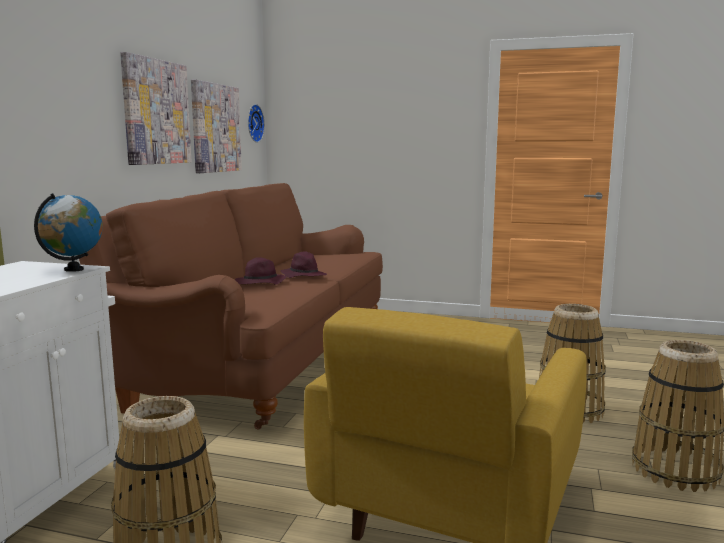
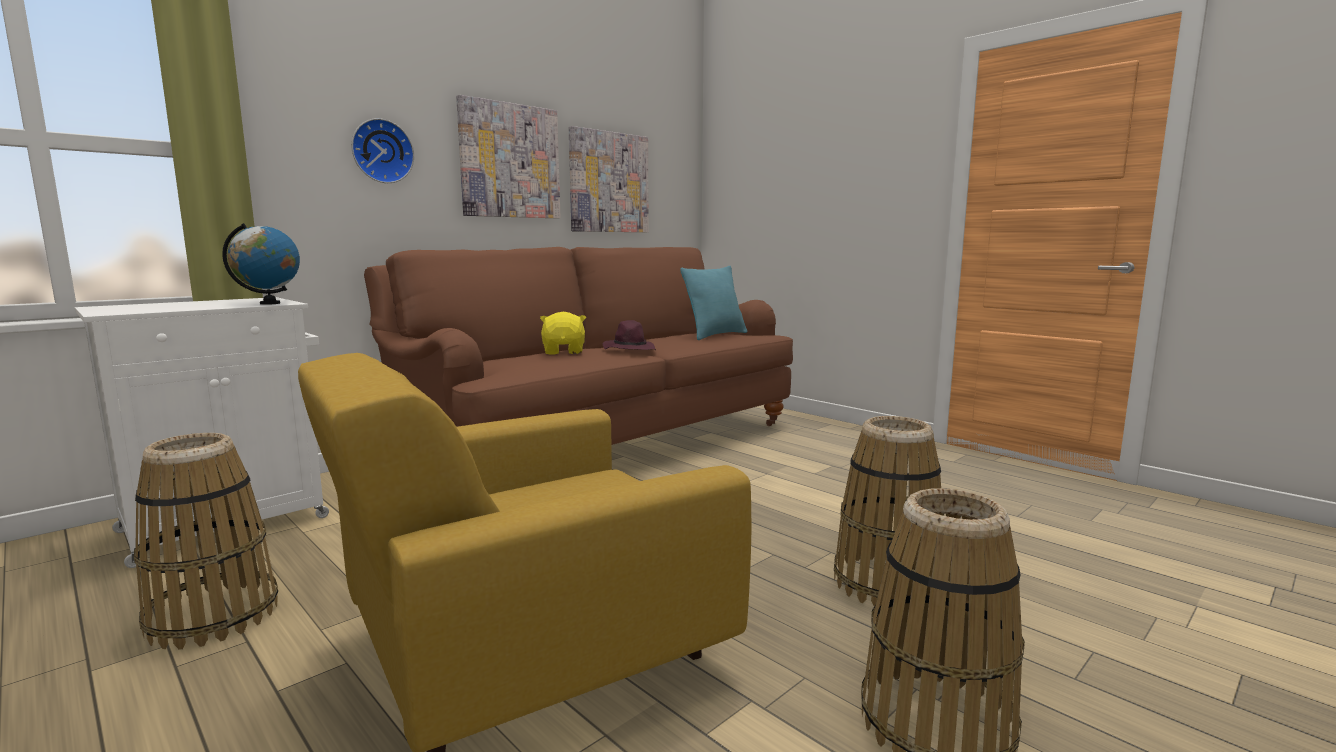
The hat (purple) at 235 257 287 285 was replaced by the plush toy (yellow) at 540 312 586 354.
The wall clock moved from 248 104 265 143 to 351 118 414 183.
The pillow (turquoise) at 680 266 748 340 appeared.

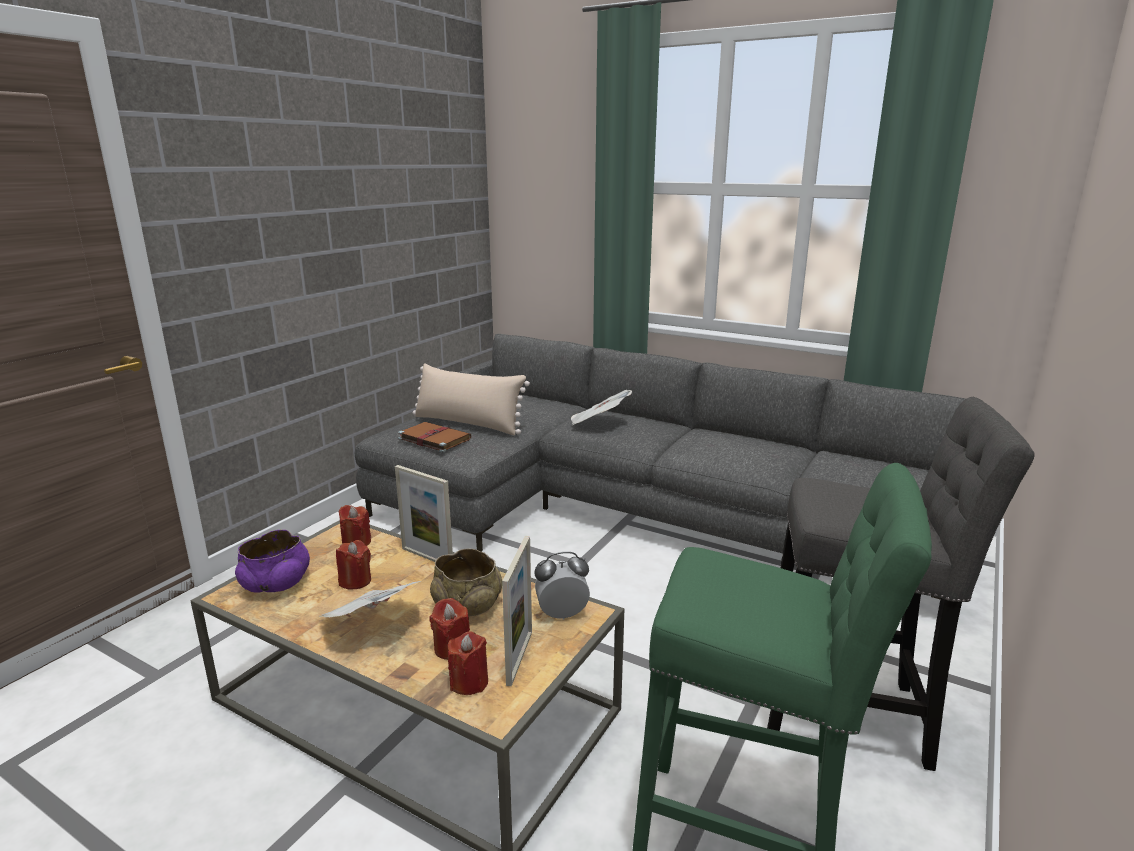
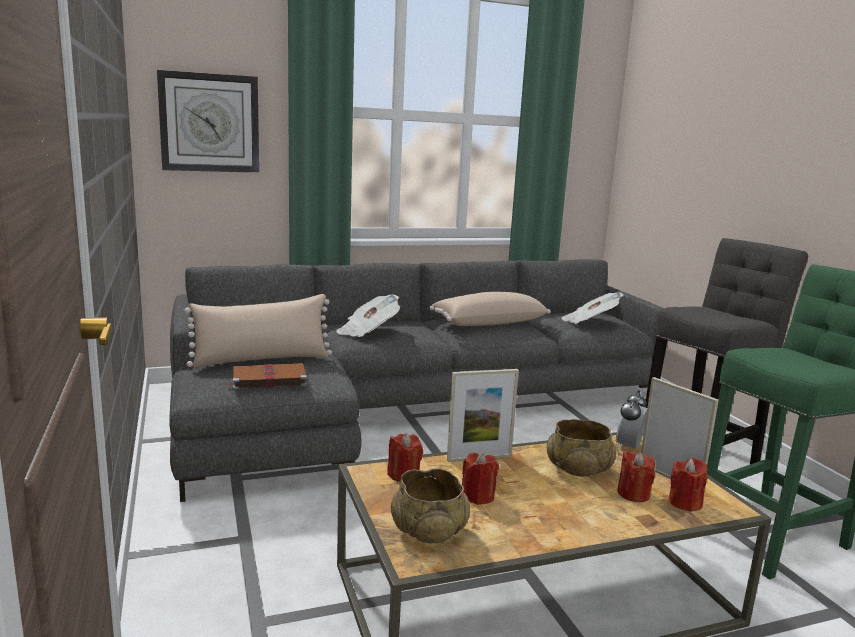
The bowl (purple) at 235 529 310 593 became the bowl (beige) at 391 468 470 543.
The newspaper moved from 319 581 421 617 to 561 292 624 324.
The wall clock at 157 70 259 173 appeared.
The pillow (beige) at 430 292 551 326 appeared.

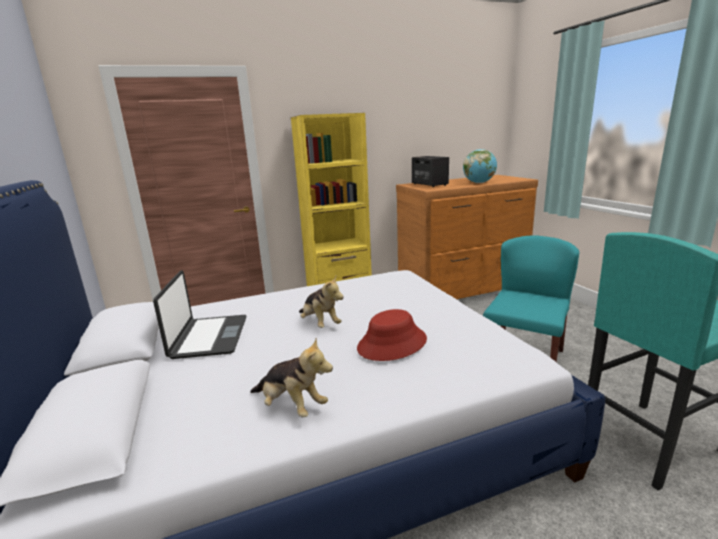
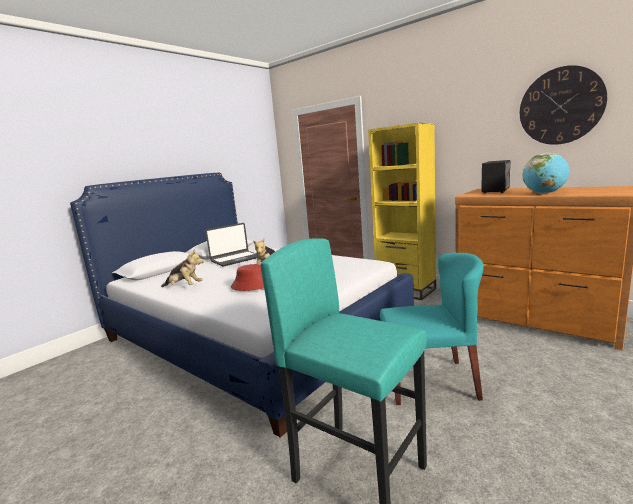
The plush toy at 250 338 333 418 turned 75 degrees counterclockwise.
The wall clock at 520 65 607 145 appeared.

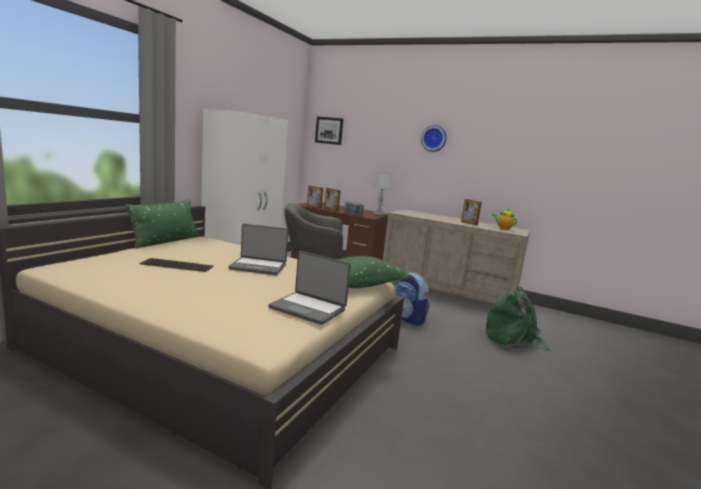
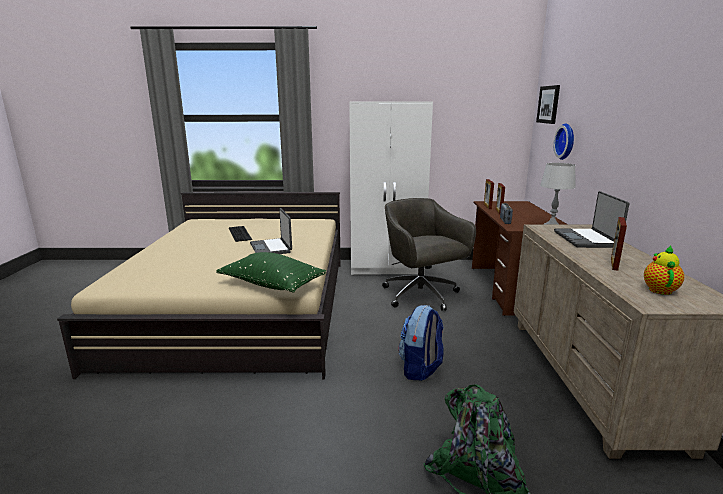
The pillow (green) at 125 199 199 249 disappeared.
The laptop moved from 268 251 351 325 to 554 191 629 248.
The wall clock moved from 421 125 447 152 to 553 123 574 160.

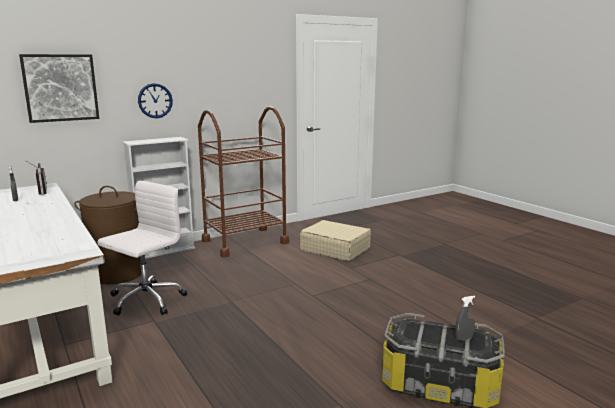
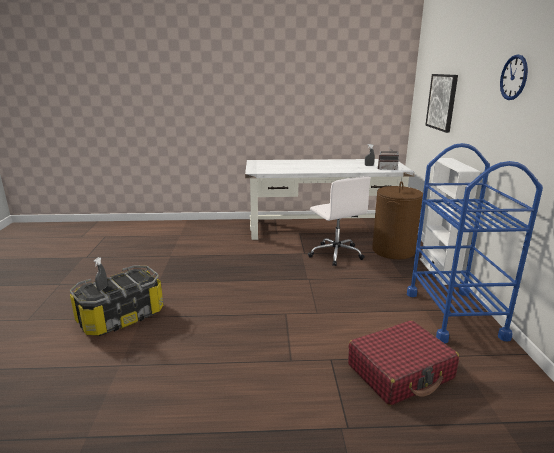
The wall clock moved from 138 83 173 118 to 500 55 528 100.
The cart (brown) at 198 107 289 258 became the cart (blue) at 407 143 543 343.
The suitcase (beige) at 300 220 371 261 became the suitcase (red) at 348 320 459 406.

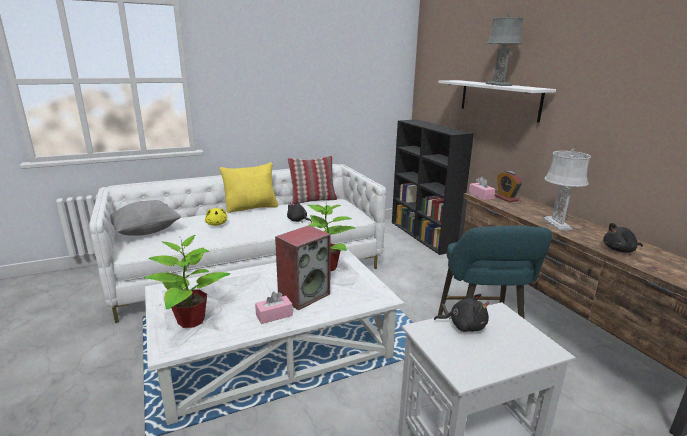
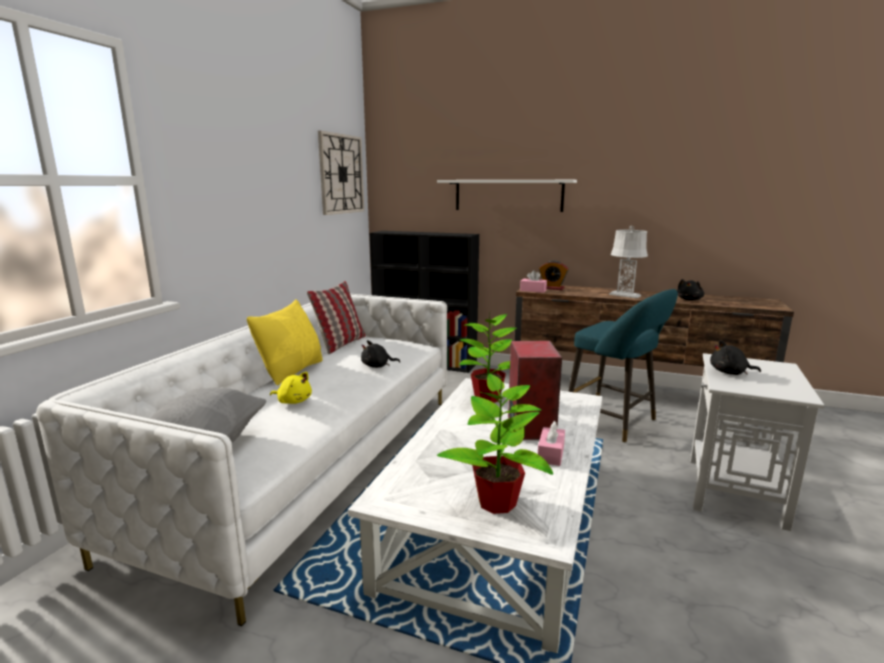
The plush toy (black) at 434 294 489 332 turned 135 degrees counterclockwise.
The table lamp (grey) at 486 13 523 86 disappeared.
The wall clock at 318 131 364 215 appeared.

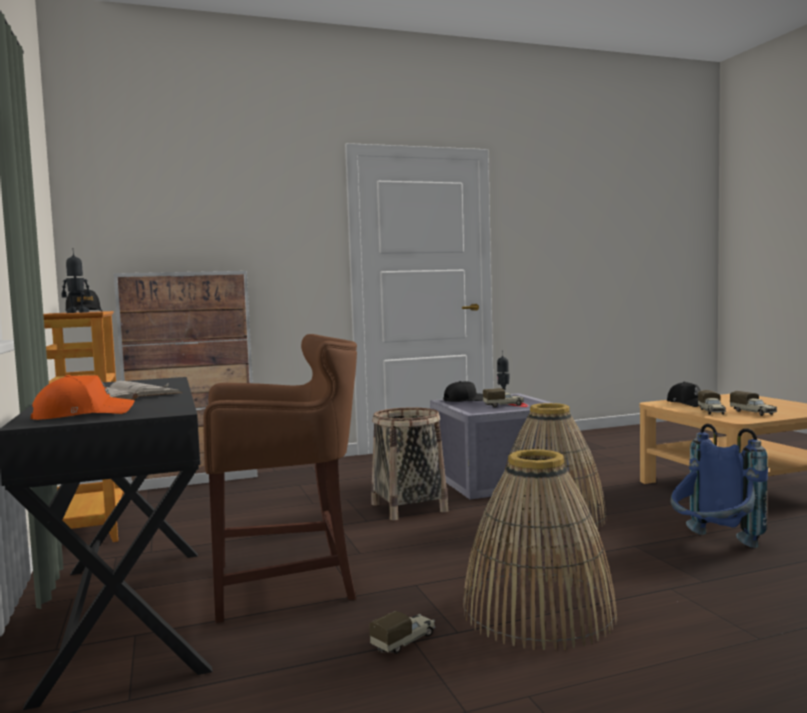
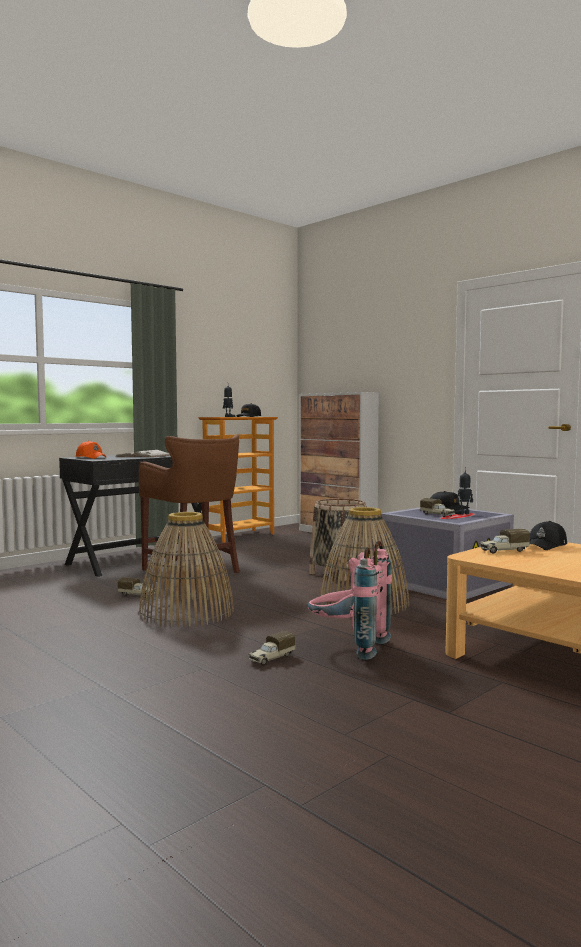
The backpack (blue) at 670 424 768 548 became the backpack (pink) at 307 541 392 660.
The toy truck moved from 730 391 777 416 to 248 631 296 665.

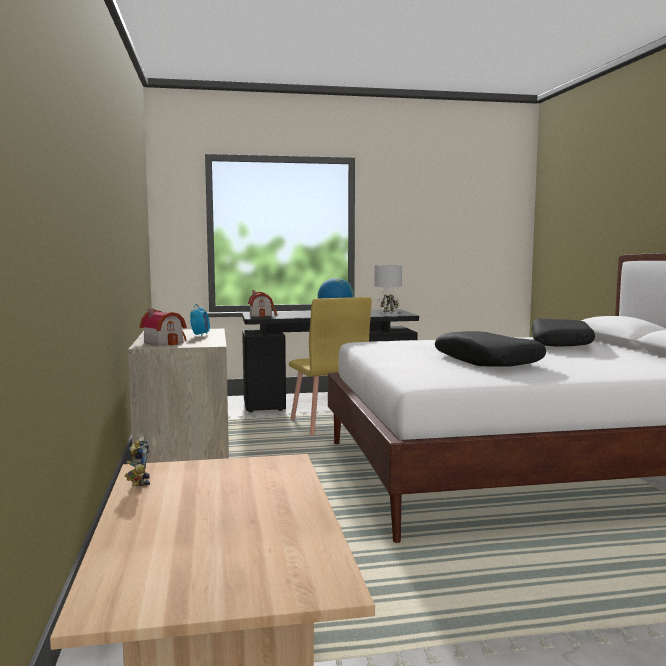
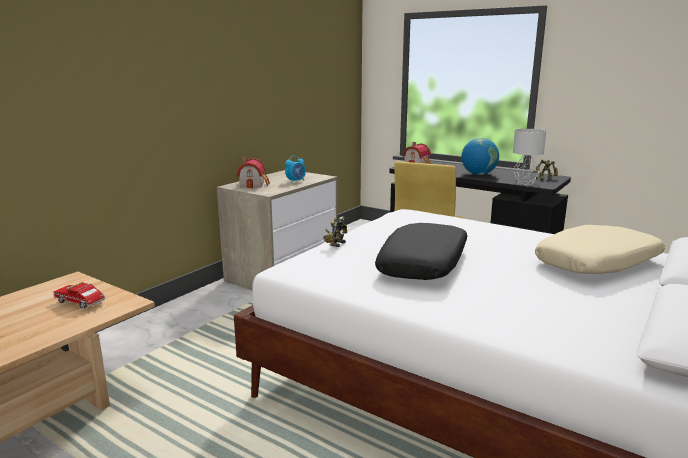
The toy robot moved from 125 437 150 486 to 323 216 347 247.
The pillow (black) at 532 318 595 346 became the pillow (beige) at 535 225 665 274.
The toy truck at 53 282 105 309 appeared.

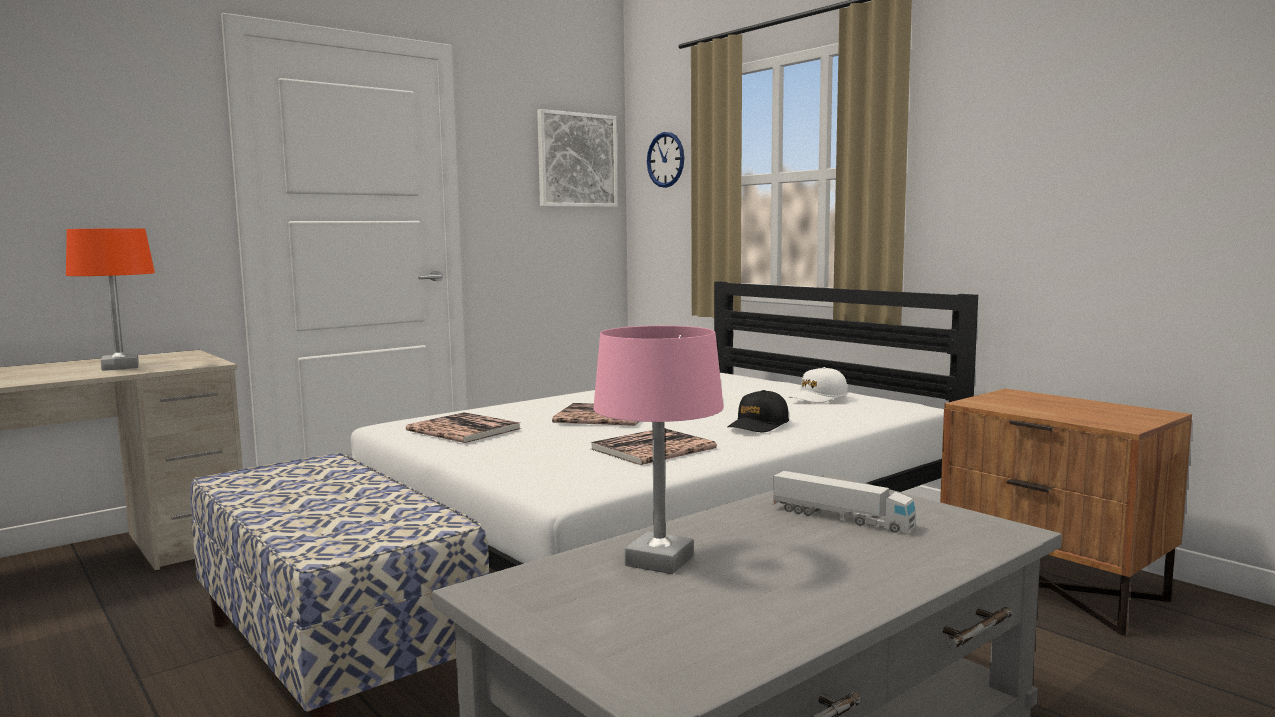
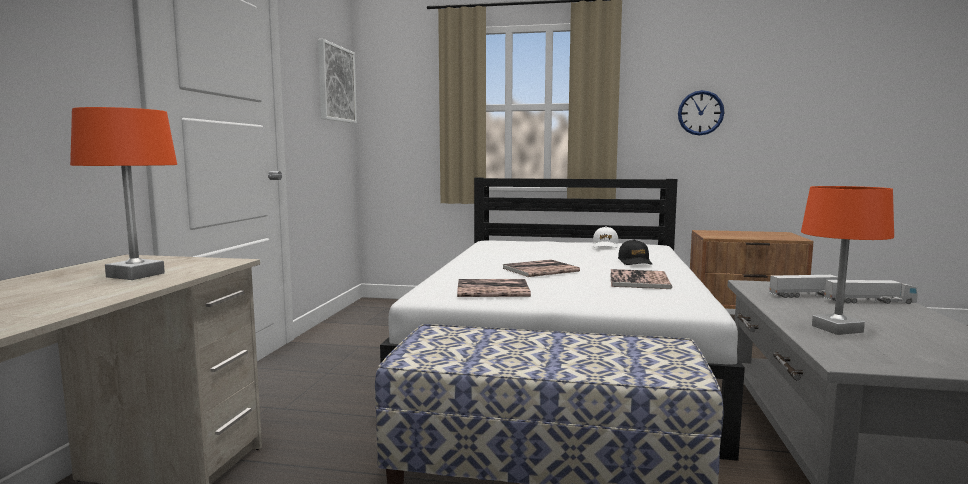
The table lamp (pink) at 593 326 724 574 became the table lamp (orange) at 801 186 894 335.
The wall clock moved from 647 132 684 188 to 678 90 724 135.
The toy truck at 824 280 917 304 appeared.

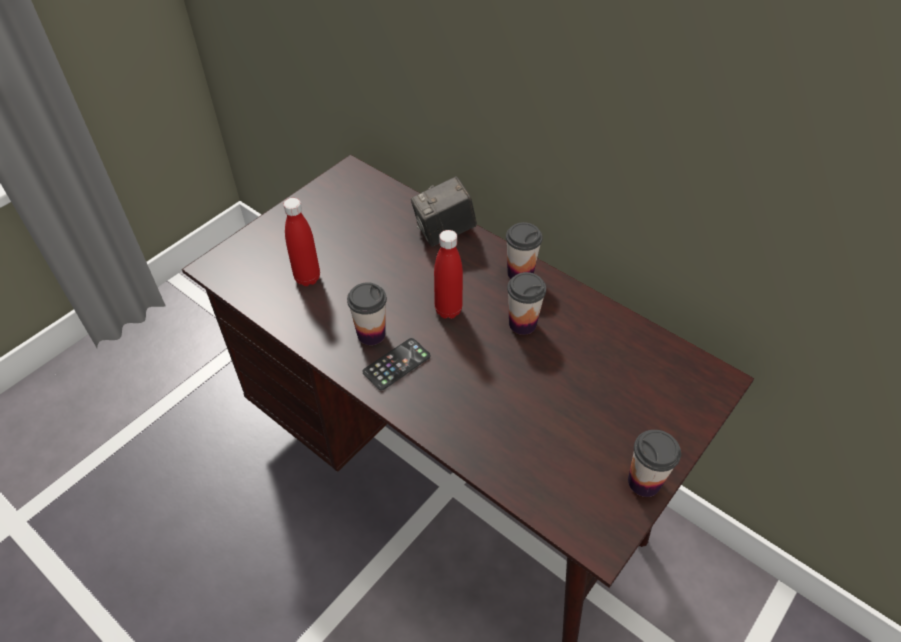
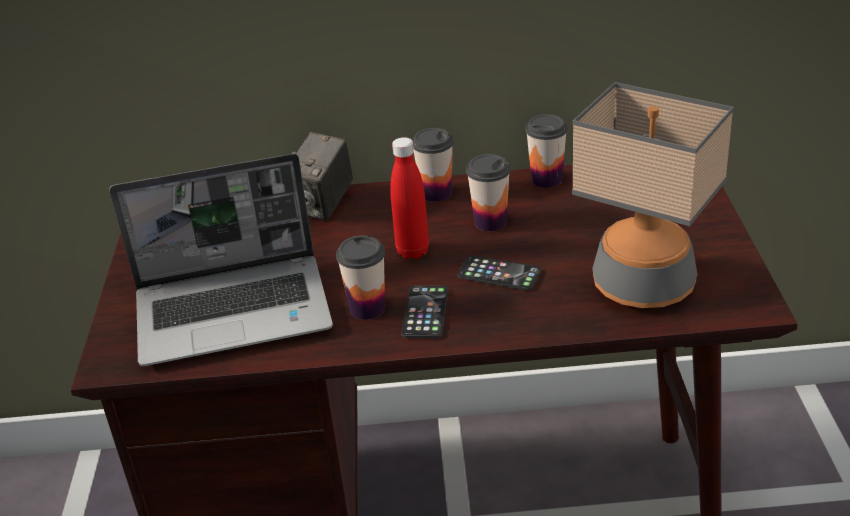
The bottle (red) at 283 198 320 286 was replaced by the laptop at 109 153 333 366.
The cup moved from 628 430 681 497 to 525 114 568 188.
The phone at 457 255 541 290 appeared.
The table lamp at 572 82 734 308 appeared.

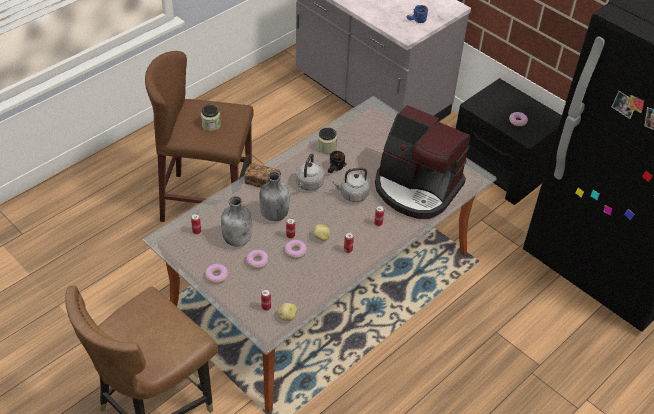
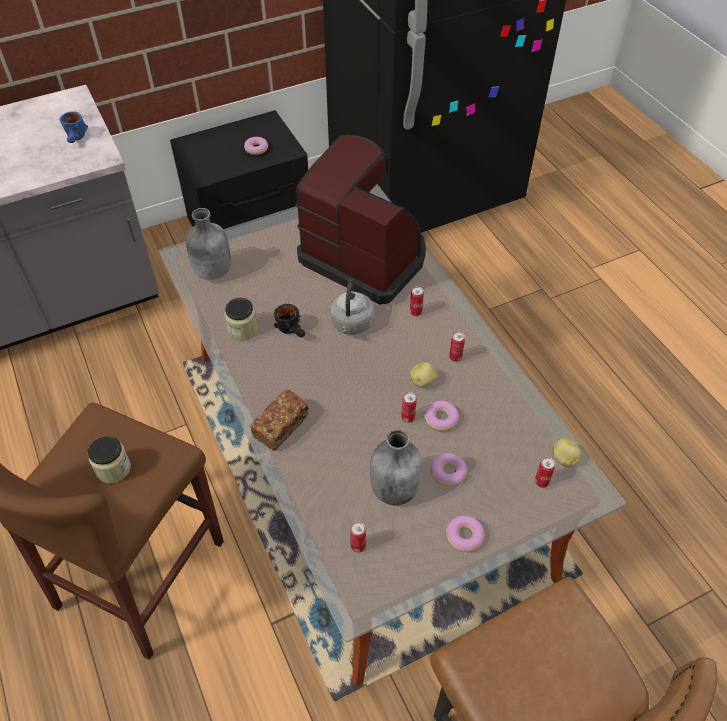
The bottle (grey) moved from 259 172 289 221 to 186 208 231 280.
The kettle (grey) at 295 153 324 191 disappeared.
The coffee machine at 375 105 470 219 turned 105 degrees counterclockwise.

